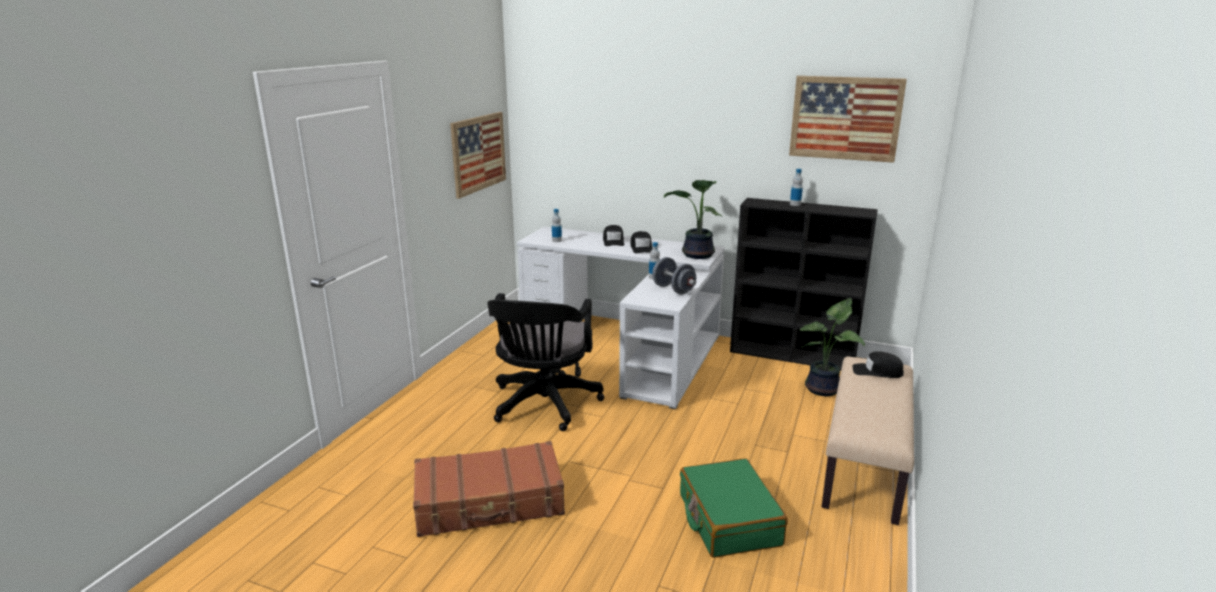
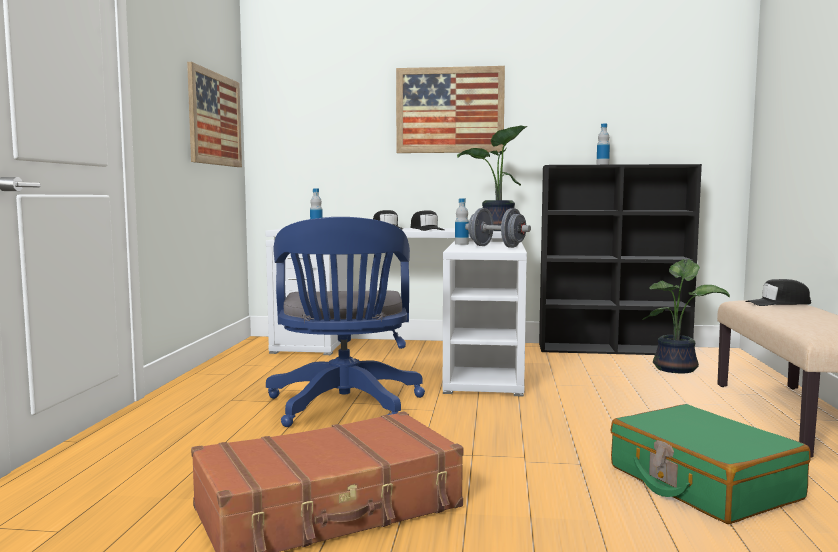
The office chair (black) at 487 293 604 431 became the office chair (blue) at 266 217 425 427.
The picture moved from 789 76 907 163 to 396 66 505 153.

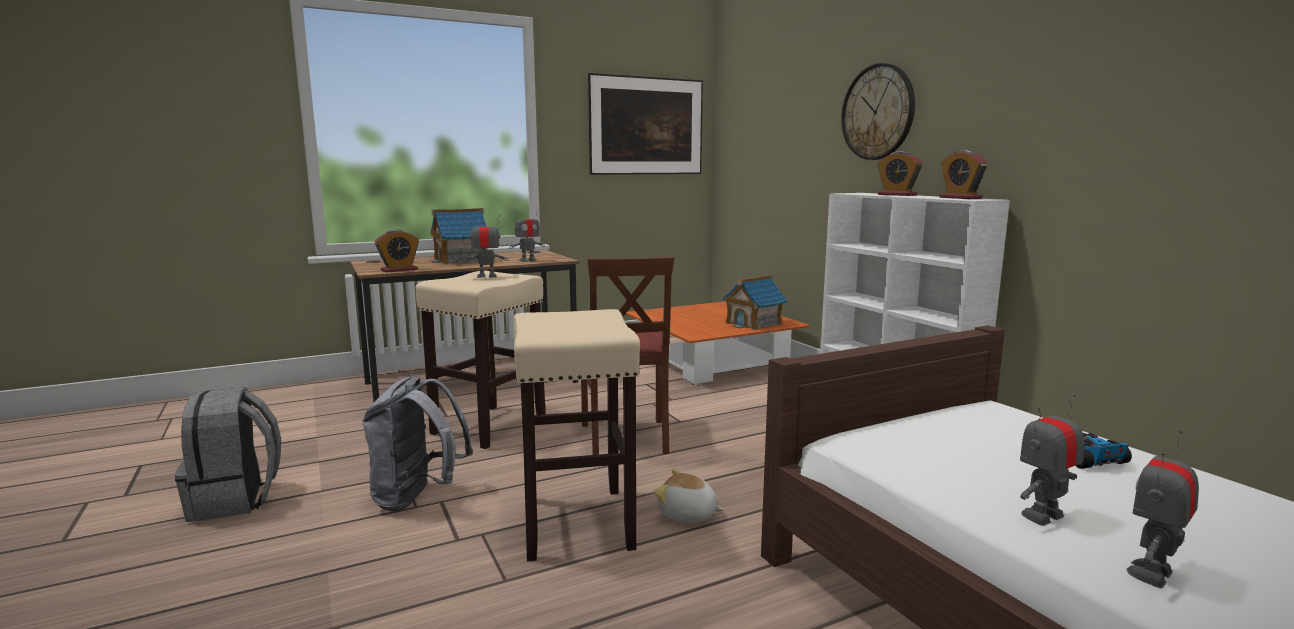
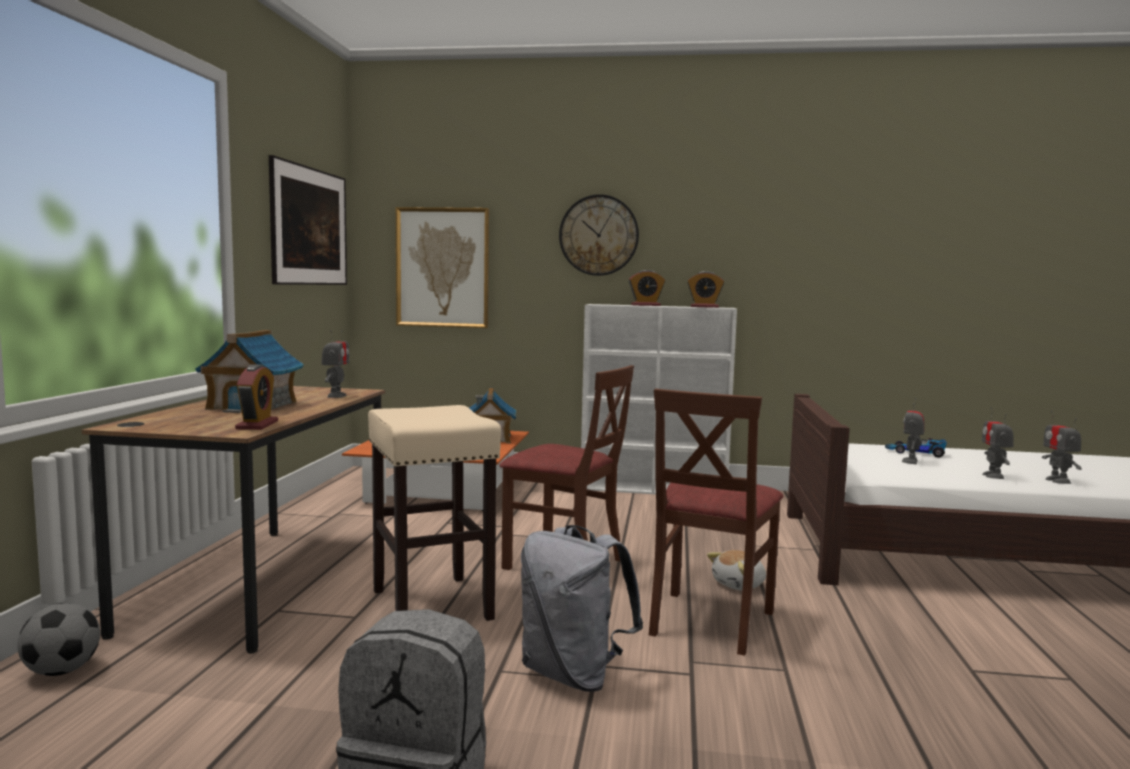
The toy robot moved from 463 215 509 278 to 901 398 925 464.
The stool (beige) at 514 309 640 561 was replaced by the chair (brown) at 649 388 784 656.
The football at 17 603 100 676 appeared.
The picture at 396 207 489 328 appeared.

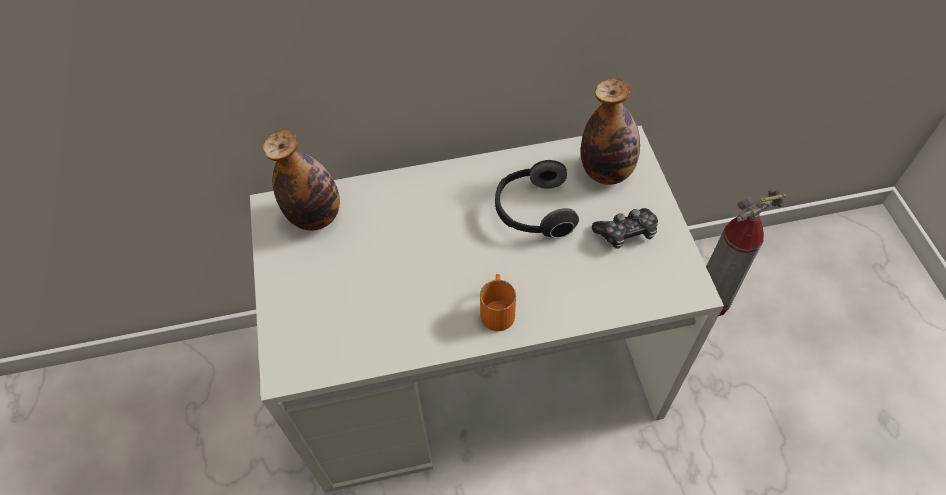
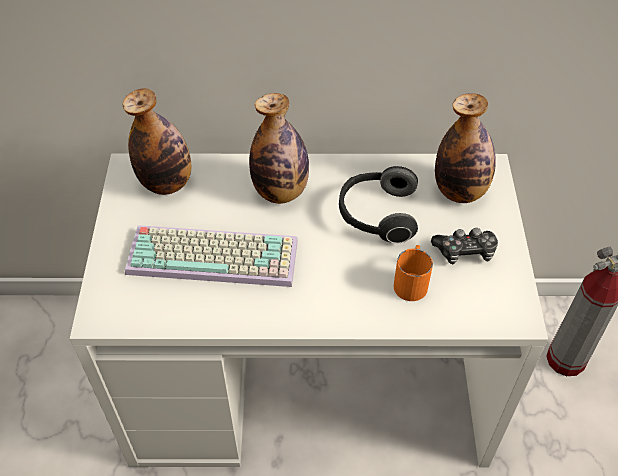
The mug (orange) moved from 480 274 516 331 to 394 245 433 301.
The keyboard at 125 225 298 287 appeared.
The bottle at 249 93 309 204 appeared.

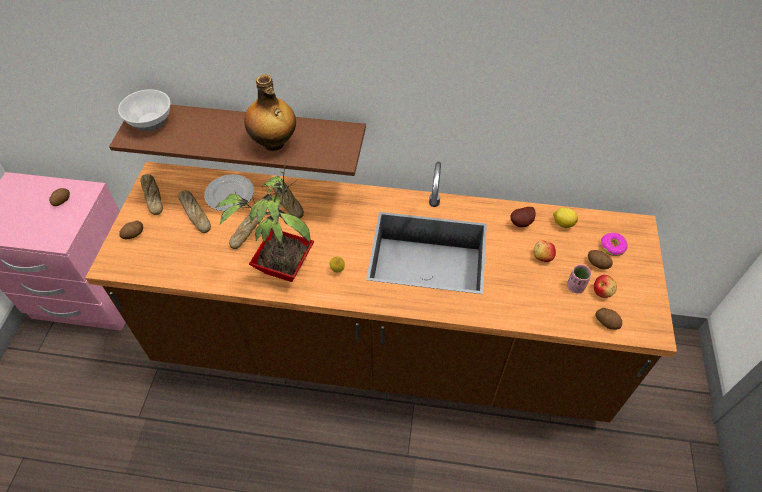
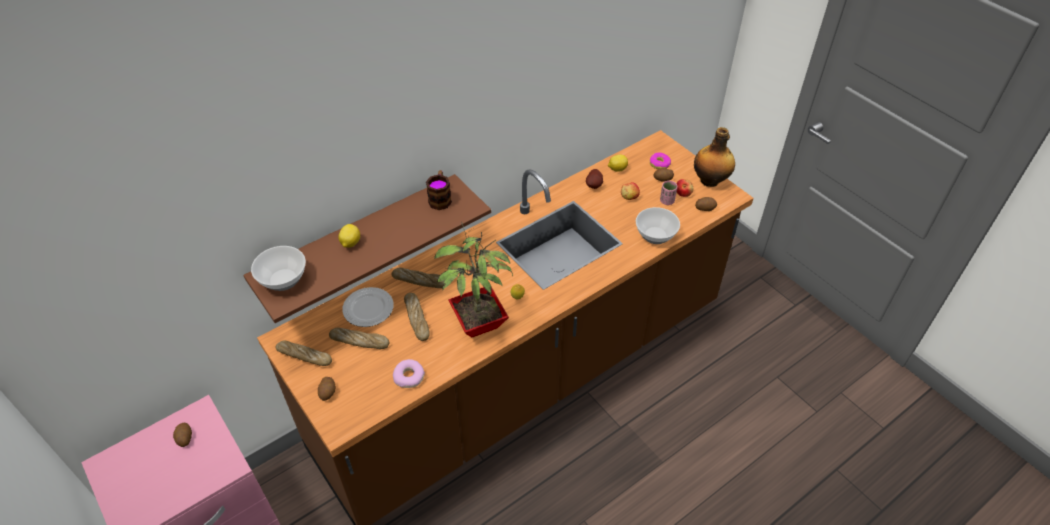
The bottle moved from 244 75 296 151 to 694 127 735 187.
The lemon at 338 224 360 247 appeared.
The donut at 393 359 425 388 appeared.
The mug at 426 170 452 210 appeared.
The bowl at 636 207 680 244 appeared.

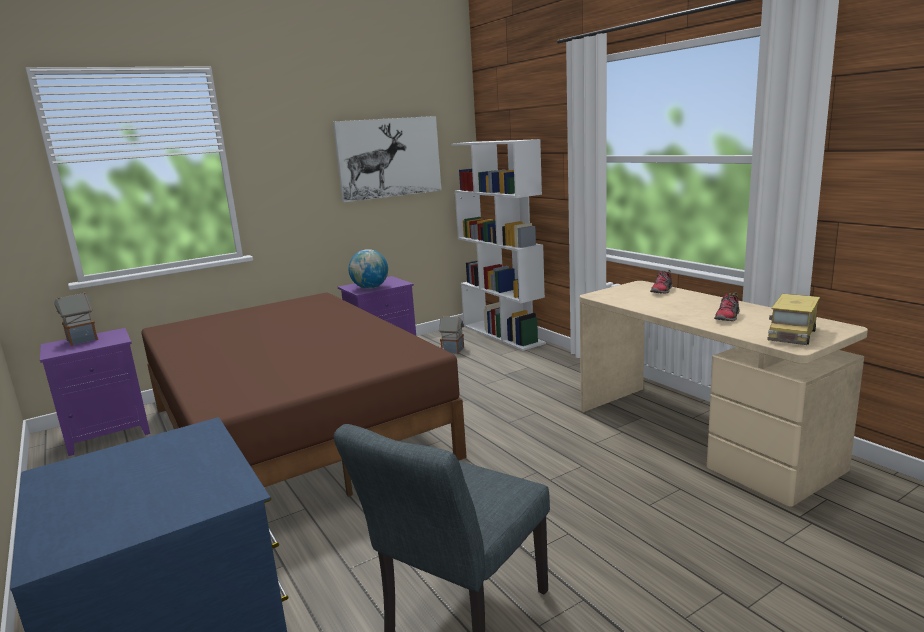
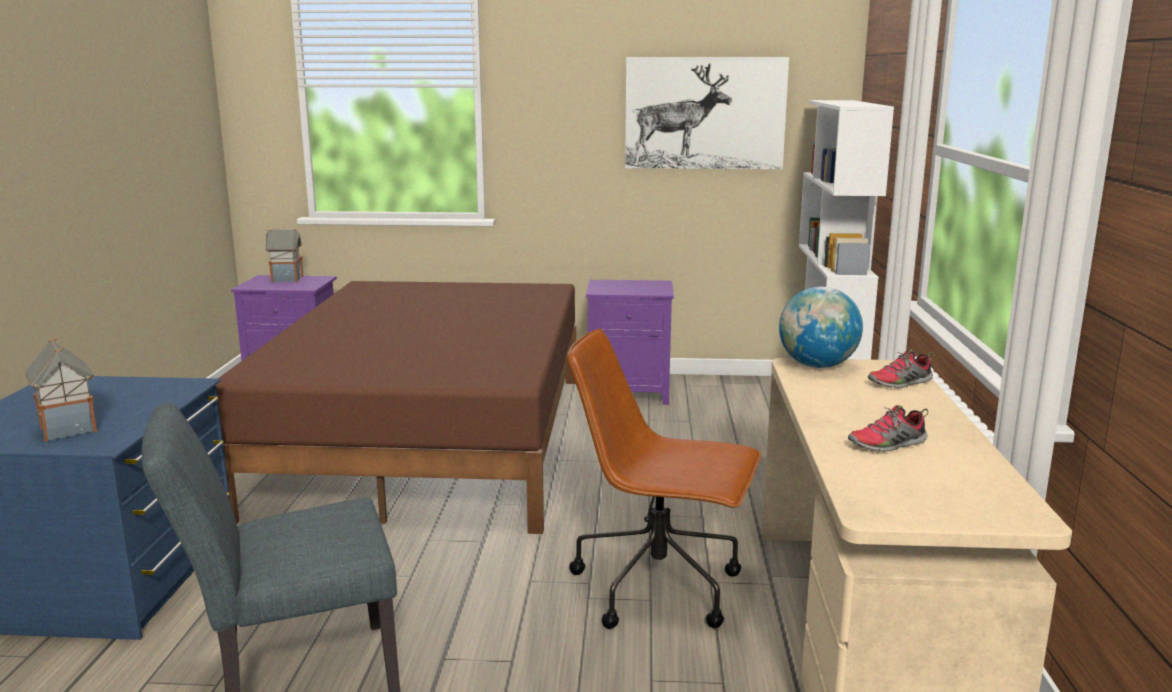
The globe moved from 348 249 388 289 to 779 287 863 368.
The toy house moved from 439 316 464 354 to 25 338 97 442.
The toy truck at 767 294 820 345 disappeared.
The office chair (brown) at 567 329 761 629 appeared.

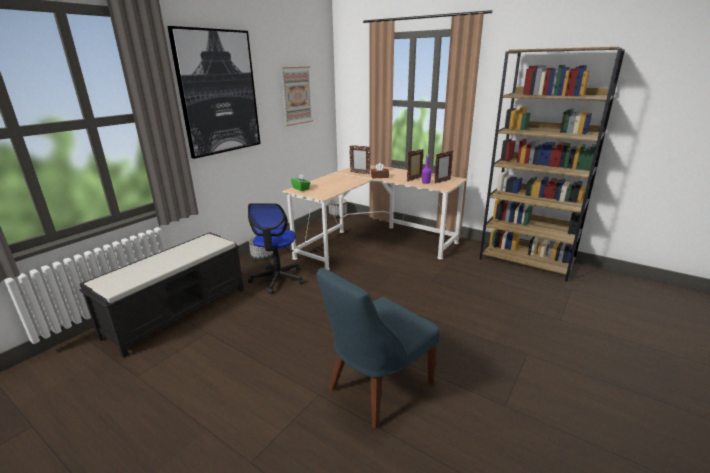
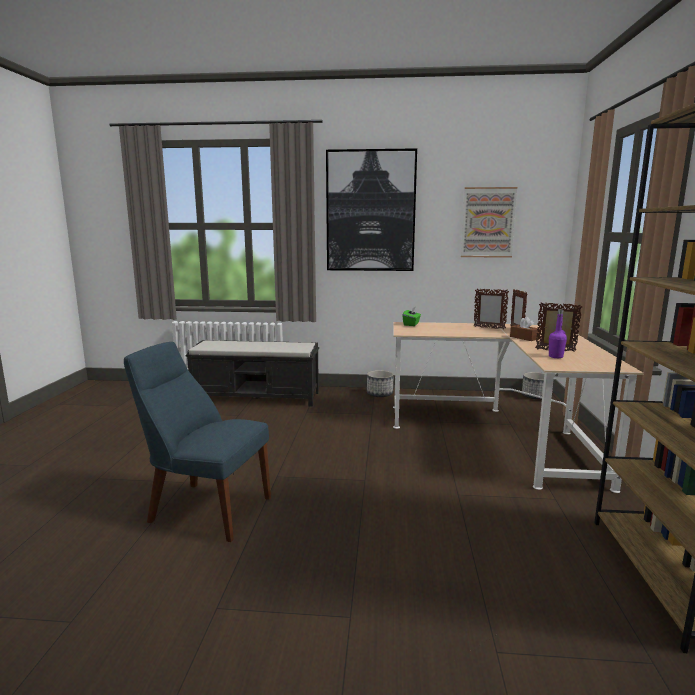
The office chair at 248 203 305 294 disappeared.
The picture frame moved from 434 150 453 184 to 474 288 509 329.

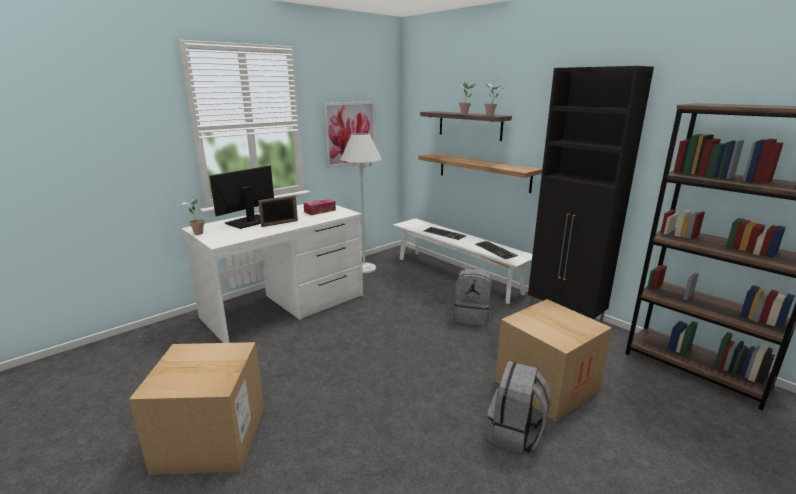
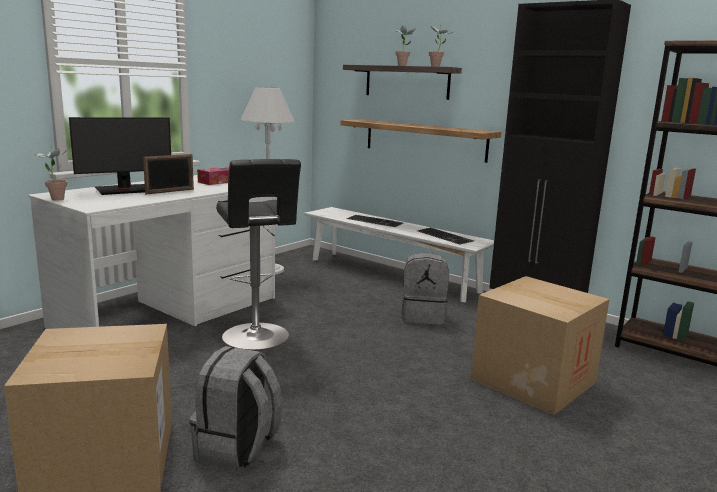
The monitor at 210 165 274 229 turned 150 degrees counterclockwise.
The picture at 323 101 376 168 disappeared.
The backpack (grey) moved from 487 361 551 454 to 190 346 282 470.
The stool (black) at 216 159 301 350 appeared.

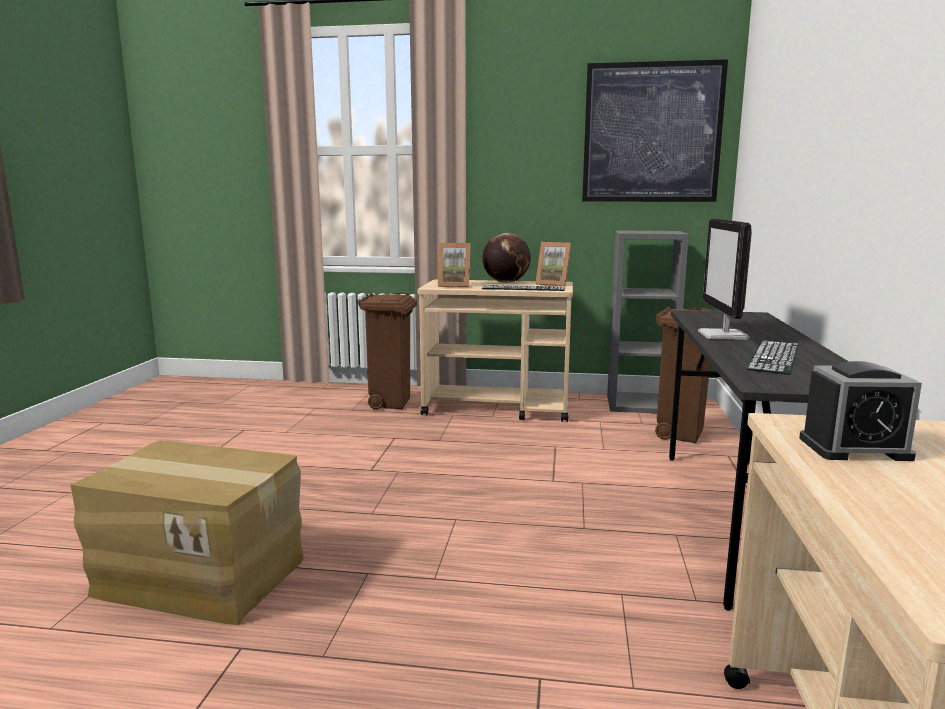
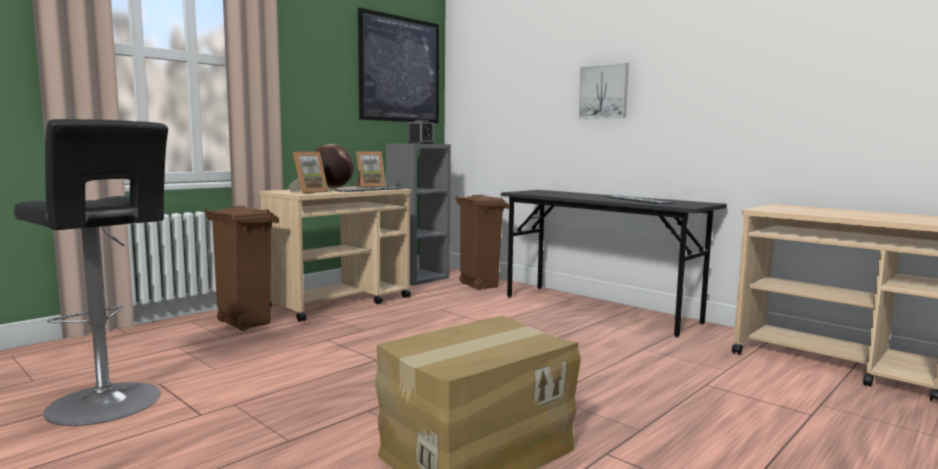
The monitor at 698 219 752 340 disappeared.
The alarm clock moved from 799 361 922 461 to 408 120 435 144.
The stool (black) at 14 119 168 426 appeared.
The picture at 578 63 629 119 appeared.

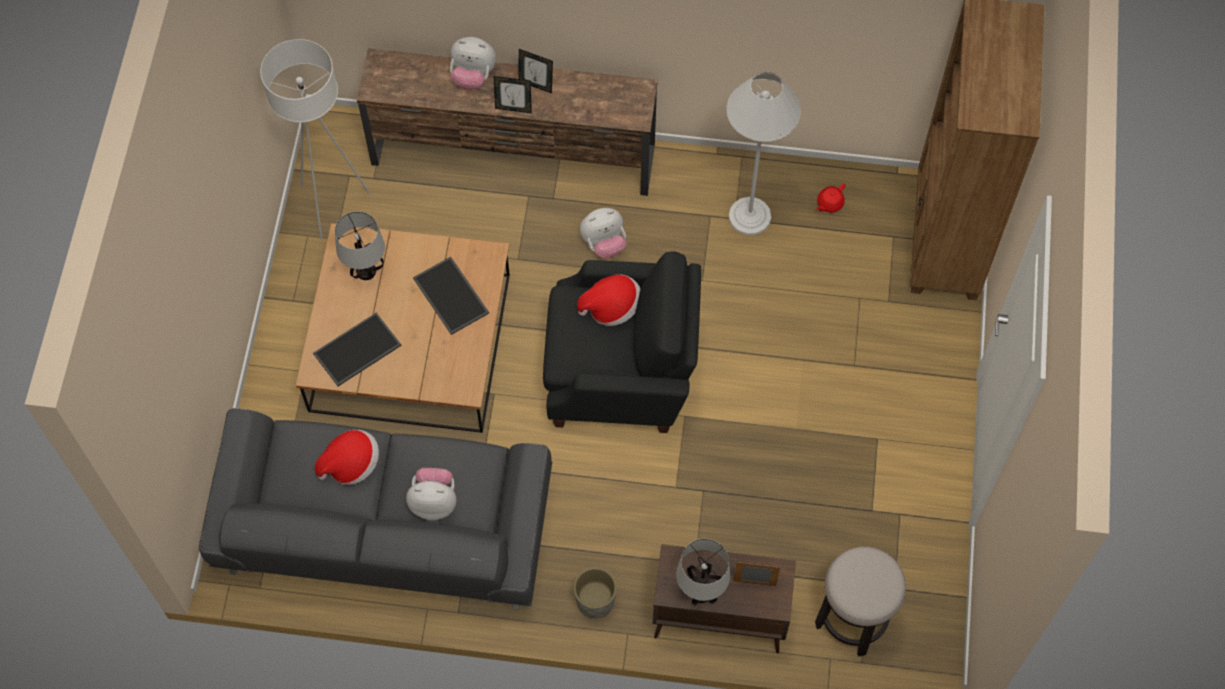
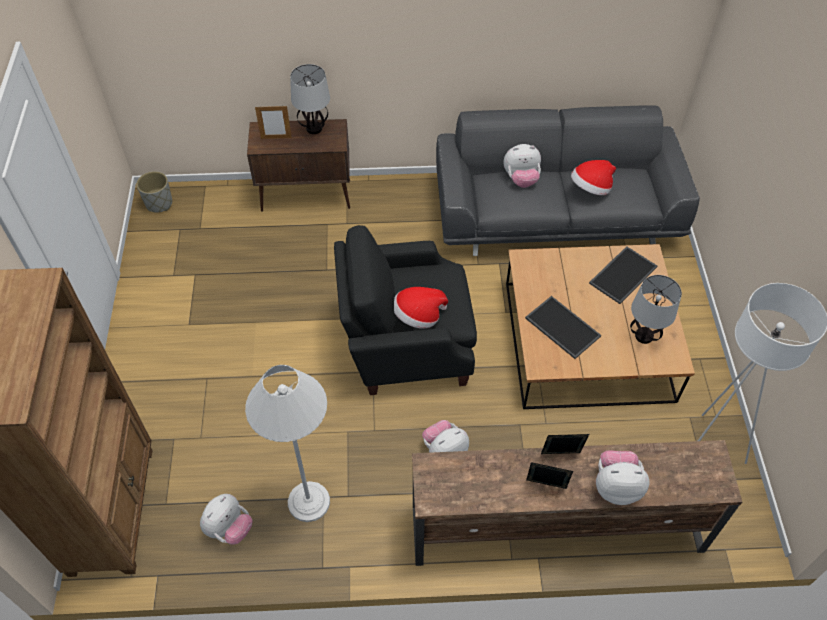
The planter (grey) moved from 574 567 616 619 to 136 171 172 213.
The stool at 815 547 906 656 disappeared.
The teapot (red) at 816 183 846 213 was replaced by the plush toy at 200 494 253 545.

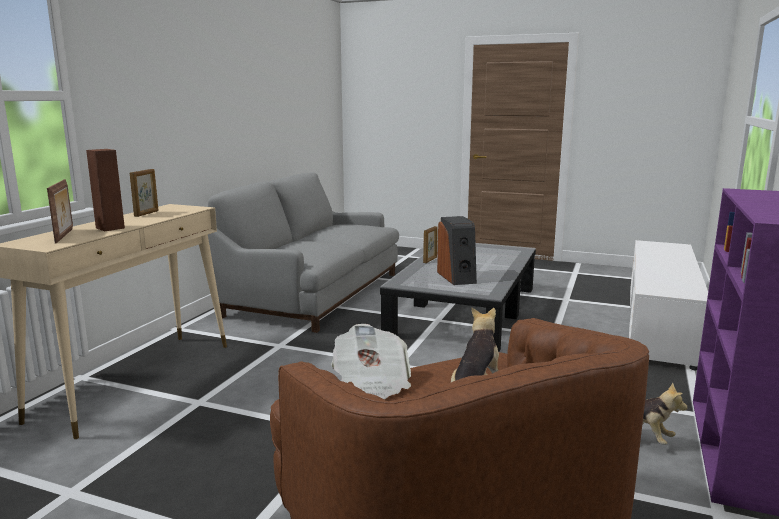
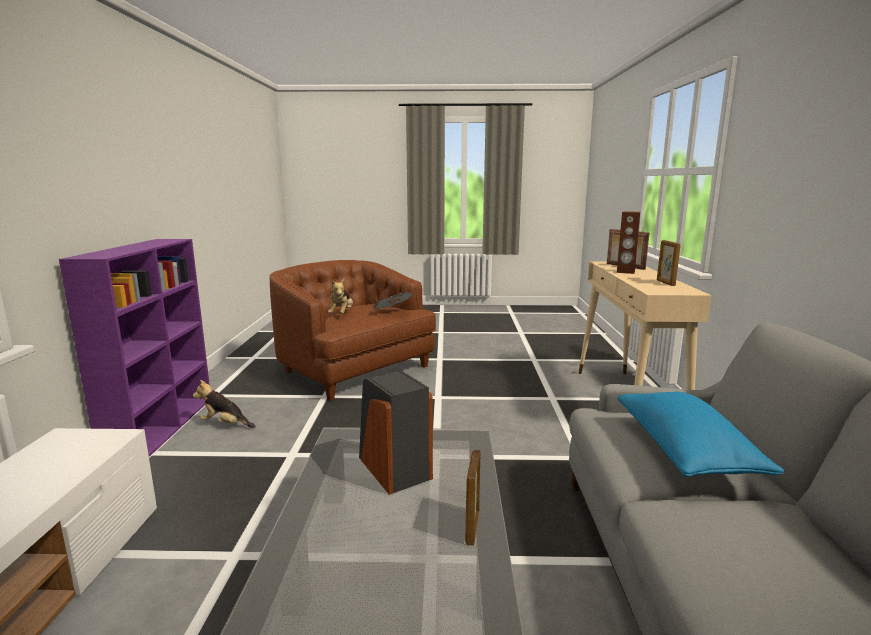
The pillow (blue) at 617 391 784 477 appeared.

